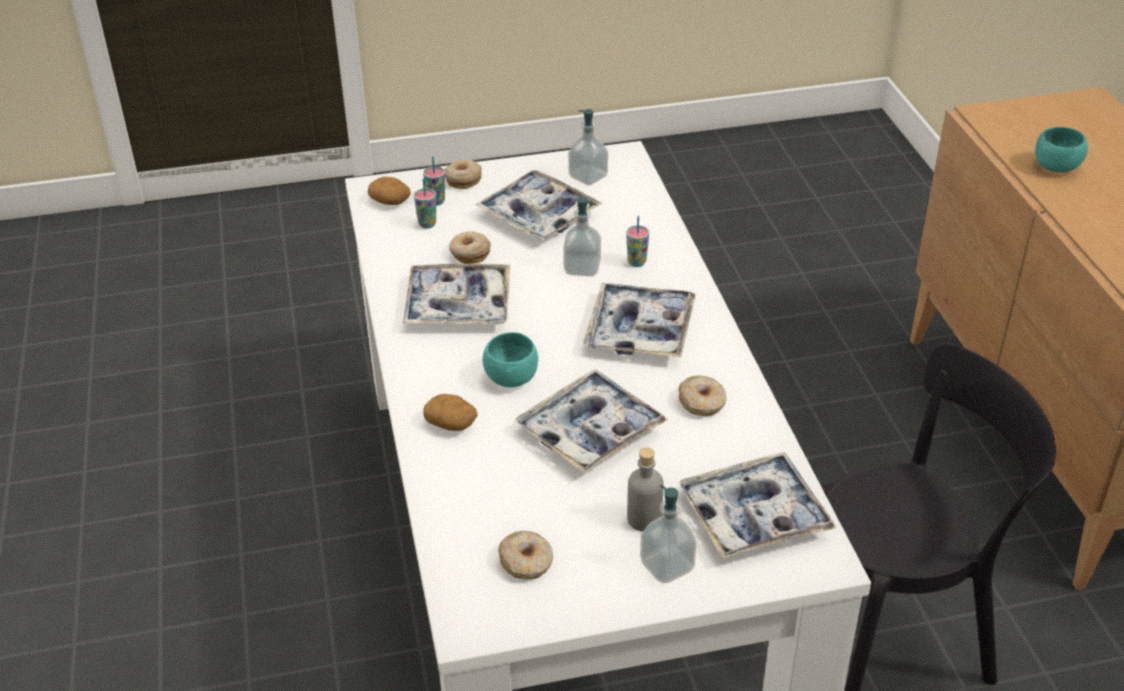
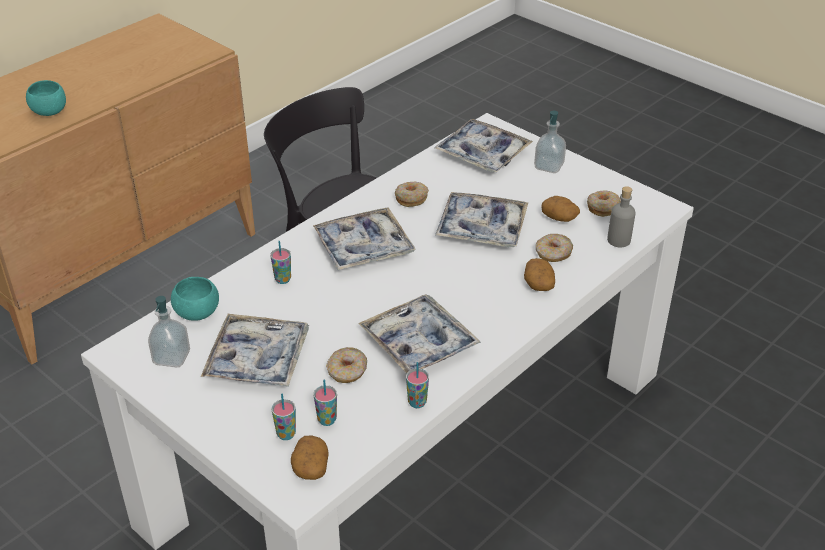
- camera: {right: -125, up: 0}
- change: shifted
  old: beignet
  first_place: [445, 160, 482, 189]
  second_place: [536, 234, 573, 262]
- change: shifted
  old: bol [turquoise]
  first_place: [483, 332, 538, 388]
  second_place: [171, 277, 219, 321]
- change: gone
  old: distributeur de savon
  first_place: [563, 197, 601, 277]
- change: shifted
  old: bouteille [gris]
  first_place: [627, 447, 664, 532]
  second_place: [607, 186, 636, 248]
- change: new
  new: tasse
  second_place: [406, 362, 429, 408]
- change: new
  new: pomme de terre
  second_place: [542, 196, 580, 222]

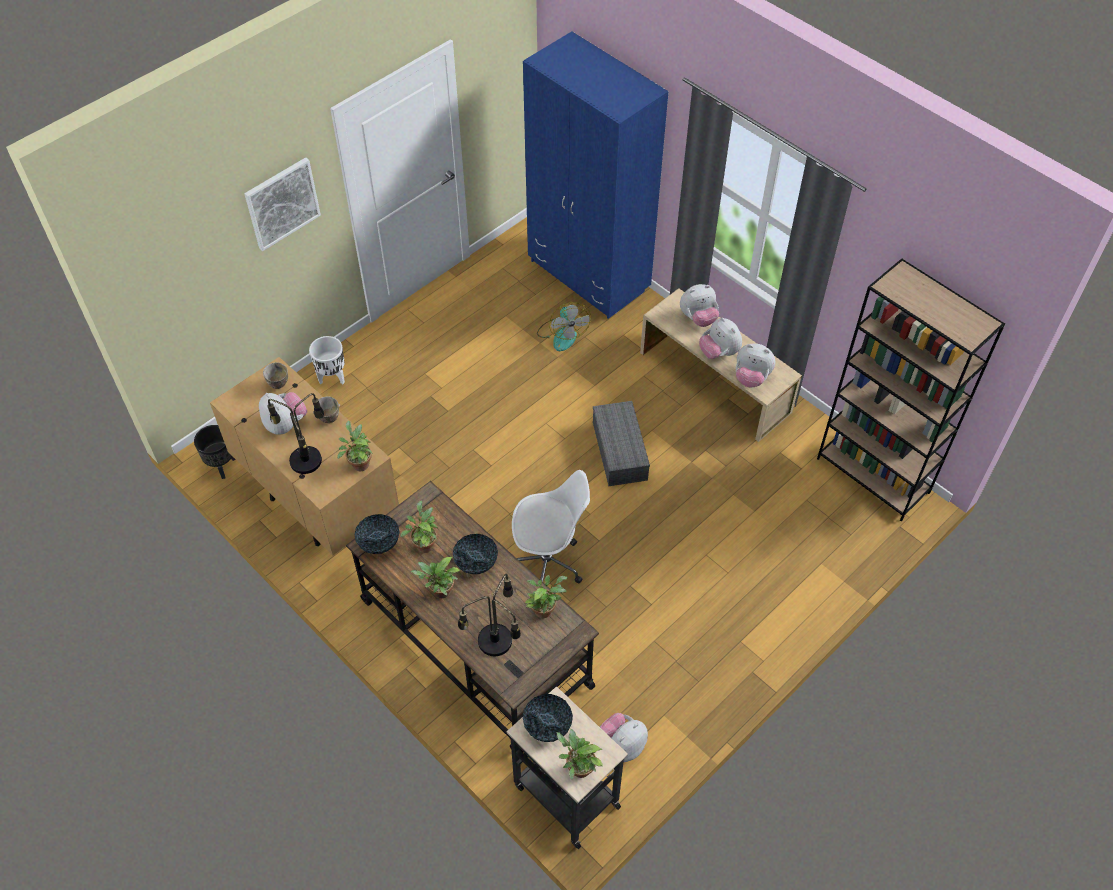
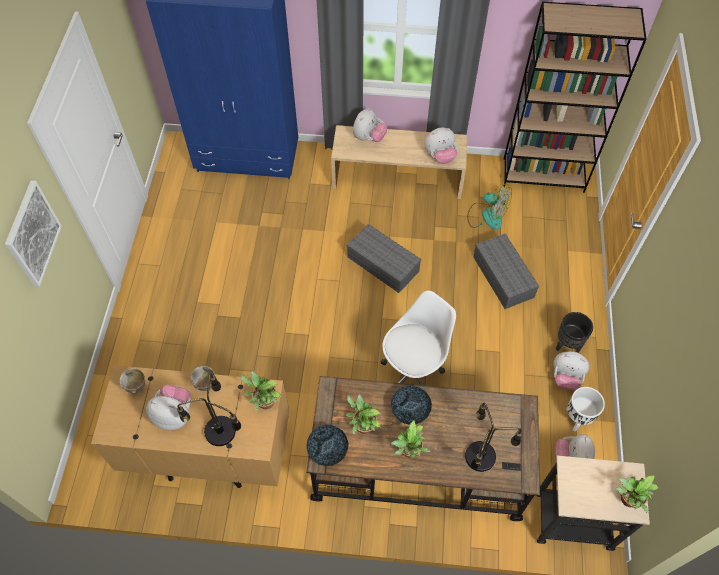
- camera: {right: -40, up: 5}
- change: shifted
  old: cache-pot [noir]
  first_place: [194, 425, 236, 479]
  second_place: [556, 312, 593, 353]
- change: shifted
  old: cache-pot [blanc]
  first_place: [309, 336, 345, 384]
  second_place: [566, 387, 605, 432]
- change: gone
  old: bol
  first_place: [523, 694, 573, 742]
- change: gone
  old: plante en pot
  first_place: [525, 575, 568, 618]
- change: shifted
  old: ventilateur
  first_place: [537, 302, 591, 351]
  second_place: [467, 184, 512, 230]
- change: shifted
  old: peluche
  first_place: [699, 318, 742, 359]
  second_place: [553, 351, 589, 390]
- change: new
  new: boîte de rangement [gris]
  second_place: [473, 234, 539, 309]

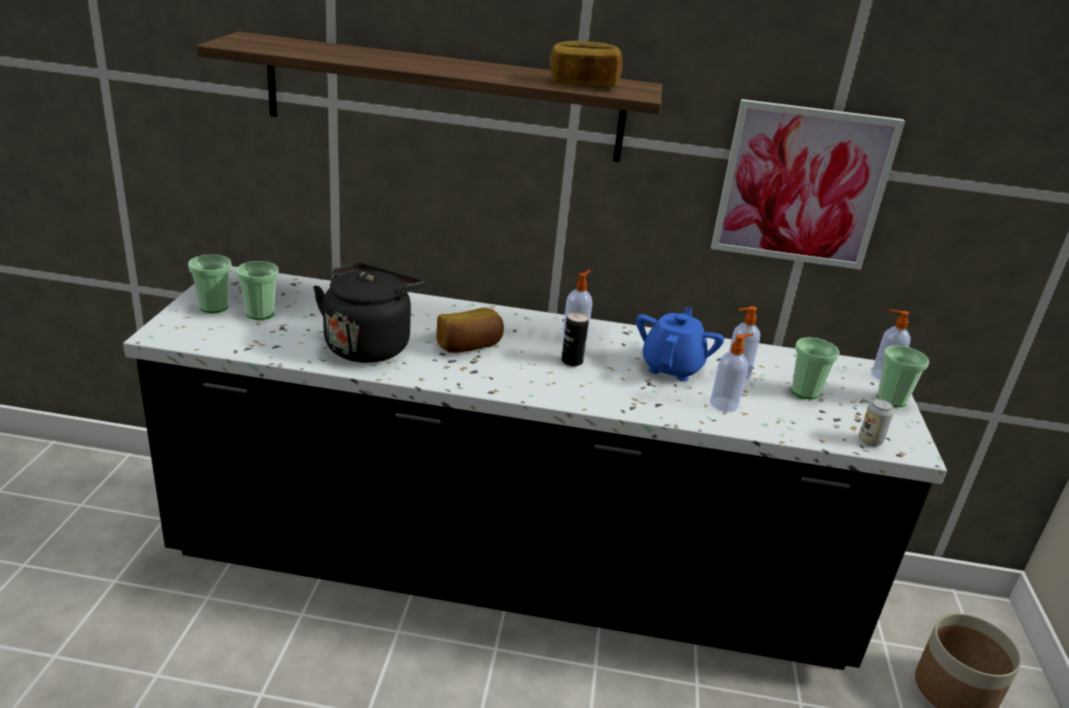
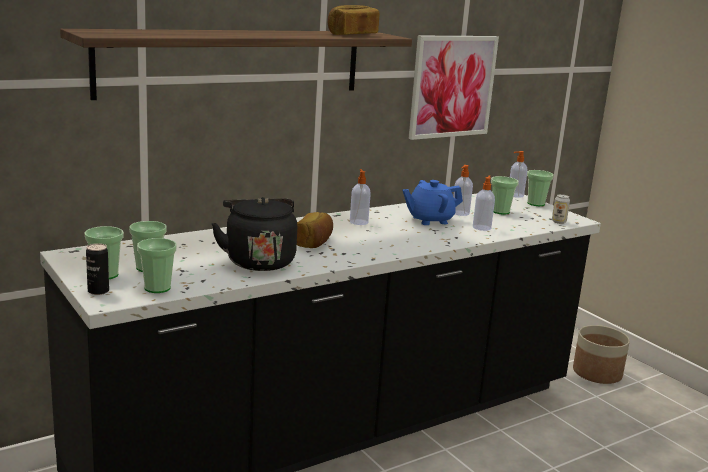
- camera: {right: -40, up: -10}
- change: shifted
  old: boîte métallique
  first_place: [561, 312, 589, 366]
  second_place: [86, 243, 109, 295]
- change: rotated
  old: théière [bleu]
  first_place: [636, 307, 724, 382]
  second_place: [402, 180, 463, 225]
  degrees: -90
- change: new
  new: tasse
  second_place: [137, 238, 177, 293]

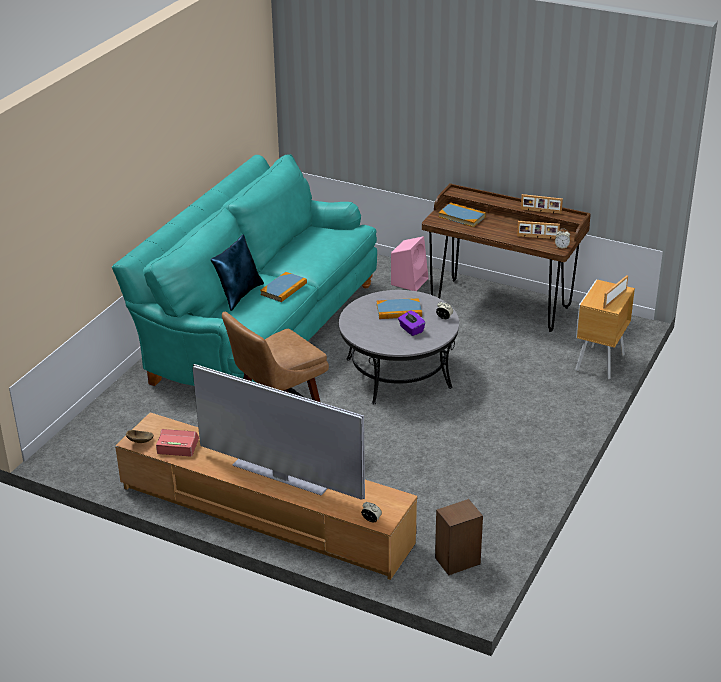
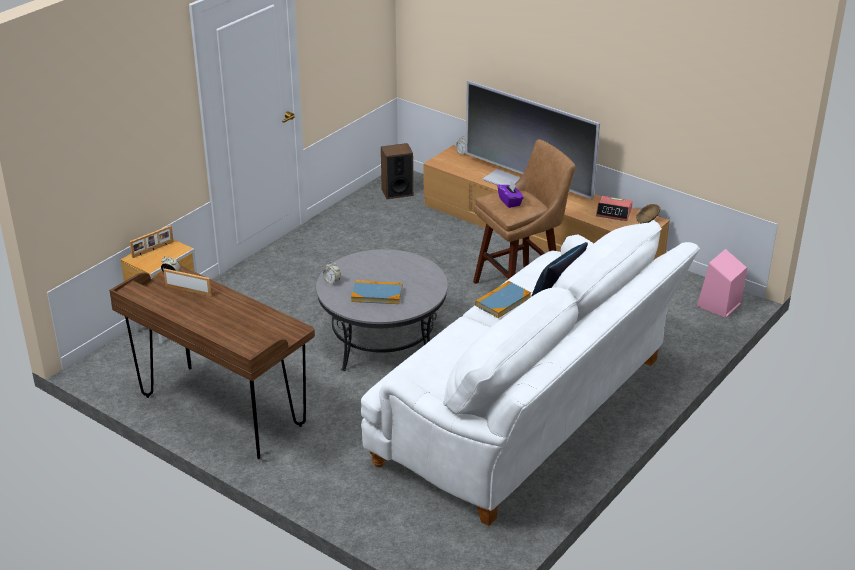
- camera: {right: -170, up: 0}
- change: repainted
  old: canapé [turquoise]
  new: canapé [blanc]
  first_place: [112, 154, 377, 386]
  second_place: [361, 220, 700, 526]
- change: shifted
  old: enceinte [rose]
  first_place: [391, 236, 428, 291]
  second_place: [697, 249, 747, 318]
- change: shifted
  old: boîte à mouchoirs [violet]
  first_place: [398, 310, 425, 336]
  second_place: [498, 181, 524, 208]
- change: gone
  old: livre
  first_place: [438, 202, 486, 227]
- change: gone
  old: cadre photo
  first_place: [521, 194, 563, 214]

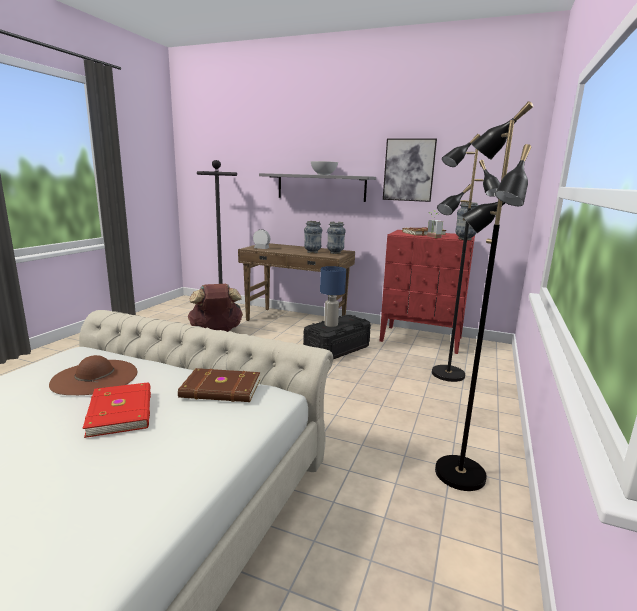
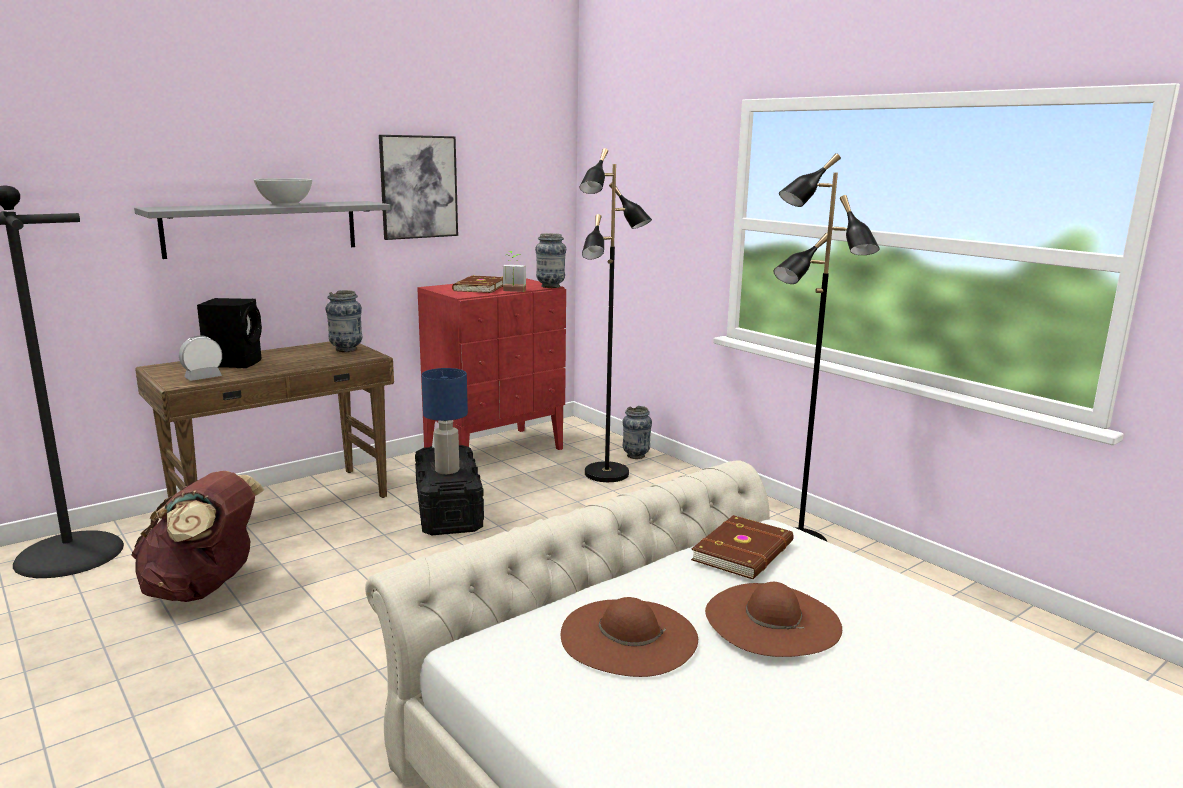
- camera: {right: -60, up: 0}
- change: swapped
  old: livre [rouge]
  new: chapeau [marron]
  first_place: [83, 382, 151, 438]
  second_place: [705, 582, 842, 657]
- change: shifted
  old: vase
  first_place: [304, 221, 322, 253]
  second_place: [622, 406, 652, 459]
- change: new
  new: enceinte [noir]
  second_place: [197, 298, 262, 368]

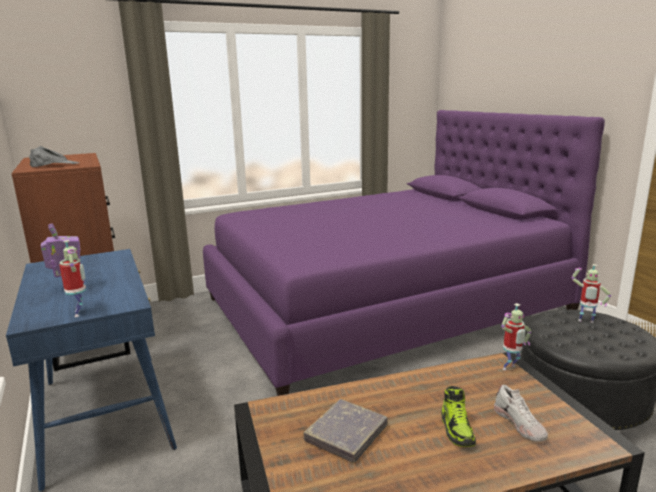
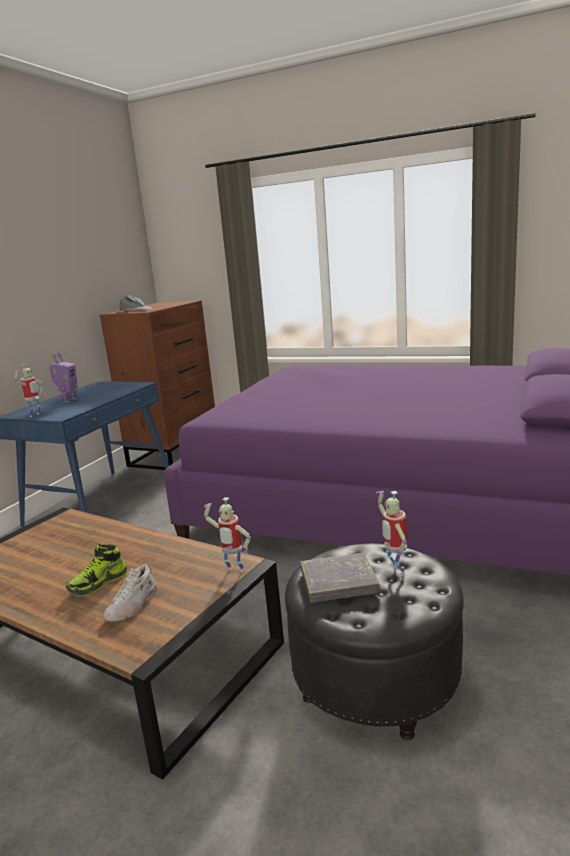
- camera: {right: 50, up: 0}
- change: shifted
  old: livre [gris]
  first_place: [303, 399, 388, 463]
  second_place: [300, 553, 380, 602]

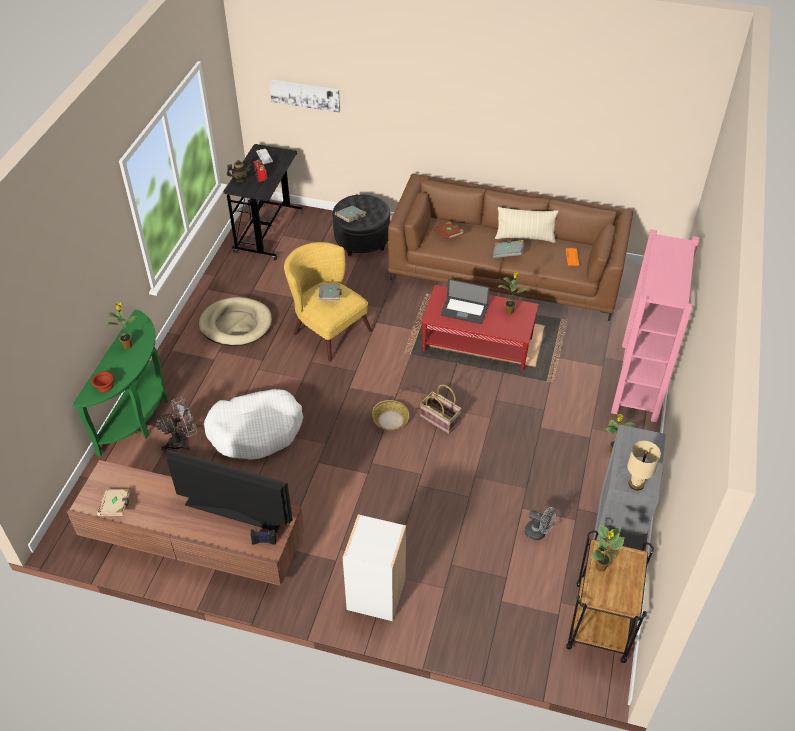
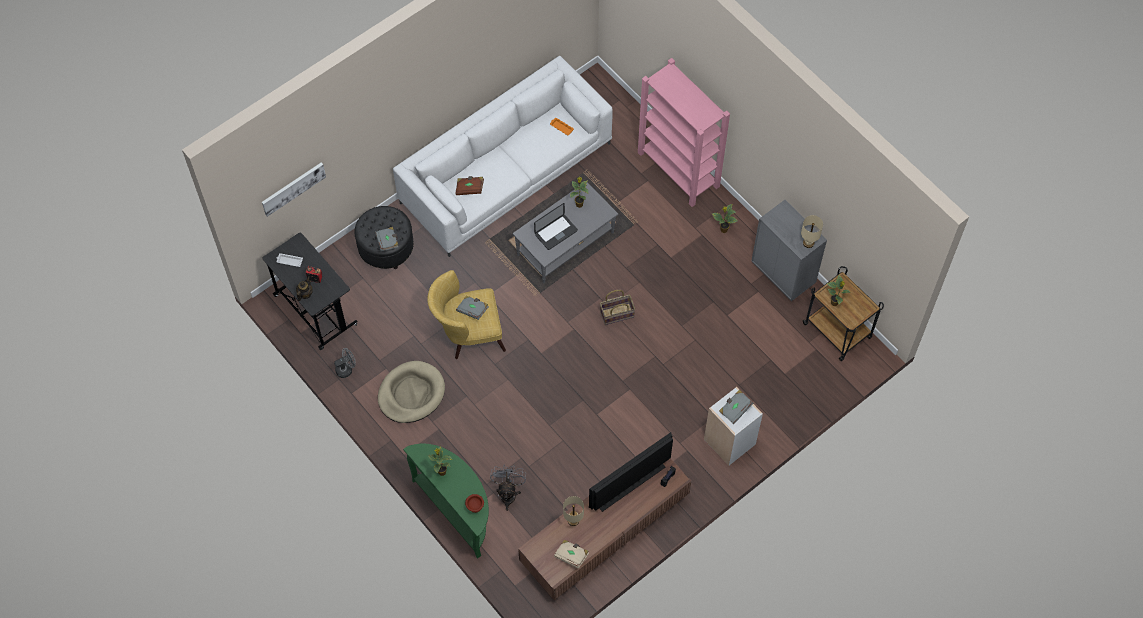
- camera: {right: -55, up: 15}
- change: gone
  old: panier pour chien [blanc]
  first_place: [204, 389, 303, 460]
- change: gone
  old: panier
  first_place: [372, 400, 409, 431]
- change: repainted
  old: canapé [marron]
  new: canapé [blanc]
  first_place: [388, 173, 633, 321]
  second_place: [393, 56, 613, 257]
- change: repainted
  old: table basse [rouge]
  new: table basse [gris]
  first_place: [421, 285, 539, 371]
  second_place: [512, 182, 618, 283]
- change: shifted
  old: livre [gris]
  first_place: [493, 240, 524, 258]
  second_place: [719, 390, 753, 424]
- change: gone
  old: coussin [beige]
  first_place: [495, 207, 559, 243]
- change: shifted
  old: ventilateur [gris]
  first_place: [525, 507, 556, 540]
  second_place: [334, 348, 356, 378]
- change: new
  new: lampe de table [beige]
  second_place: [563, 496, 584, 526]

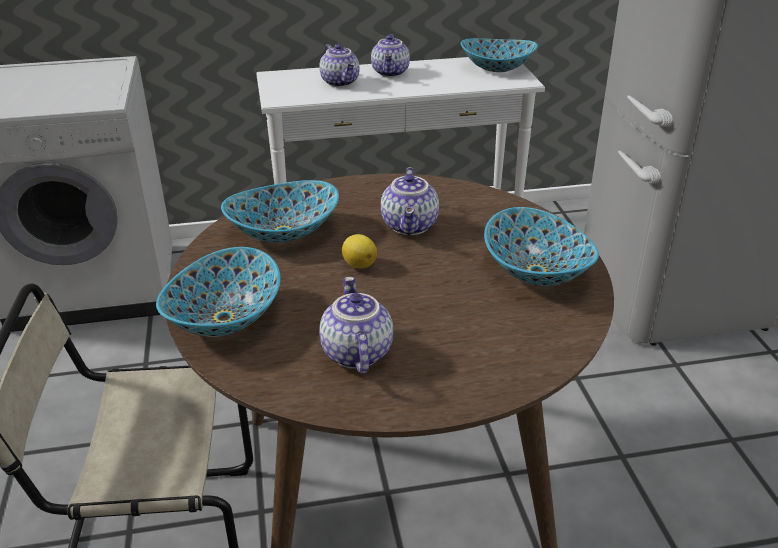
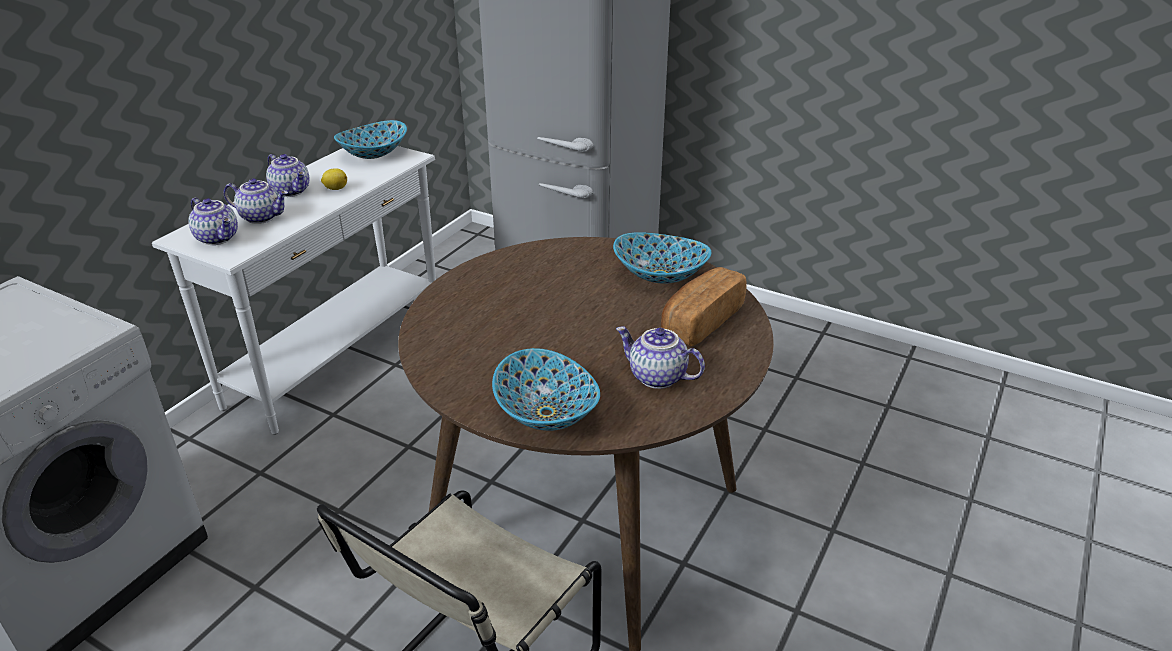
- camera: {right: -50, up: 0}
- change: gone
  old: bol
  first_place: [221, 180, 339, 243]
- change: shifted
  old: citron
  first_place: [342, 234, 377, 268]
  second_place: [321, 168, 347, 190]
- change: shifted
  old: théière
  first_place: [381, 167, 439, 235]
  second_place: [188, 198, 238, 245]
- change: new
  new: pain
  second_place: [661, 267, 747, 346]

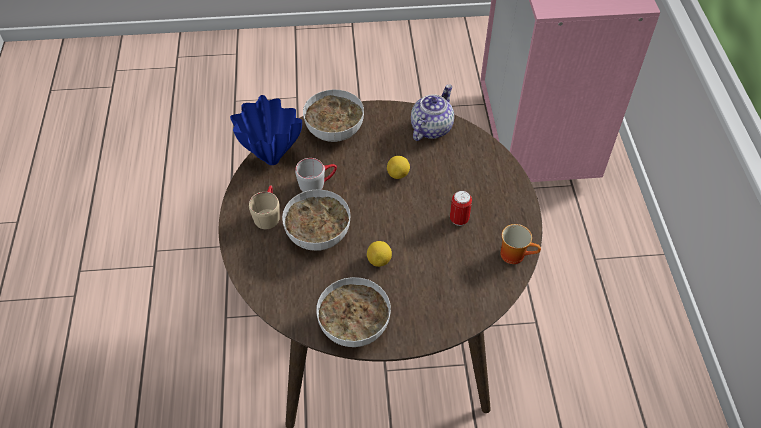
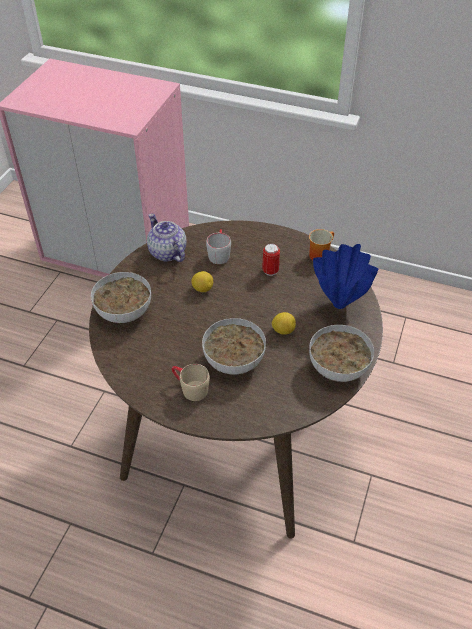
- camera: {right: -65, up: -5}
- change: shifted
  old: vase [bleu]
  first_place: [230, 95, 302, 165]
  second_place: [313, 244, 379, 309]
- change: shifted
  old: mug [gris]
  first_place: [295, 158, 337, 192]
  second_place: [206, 229, 231, 264]

